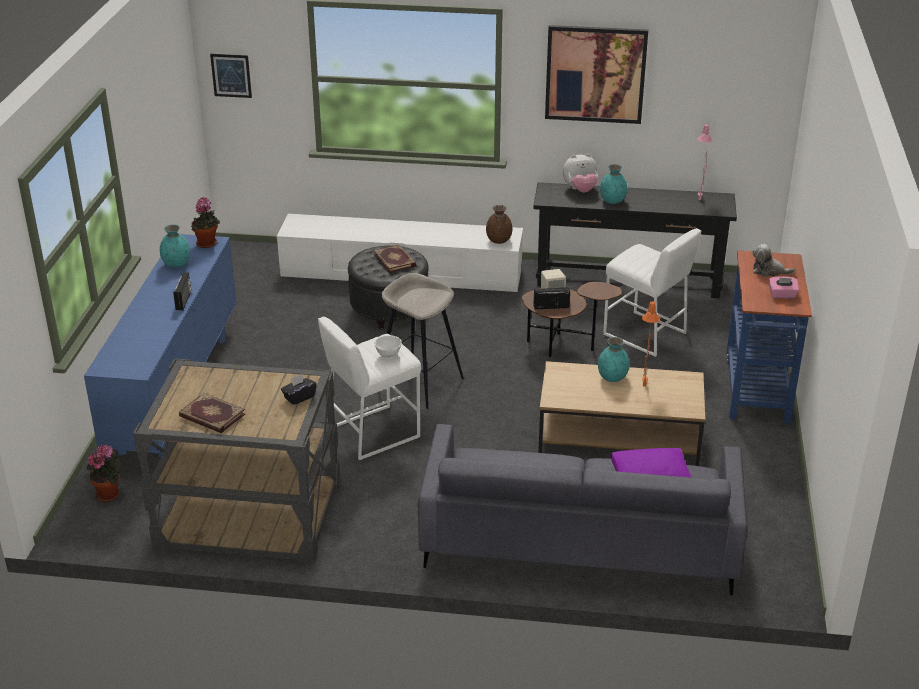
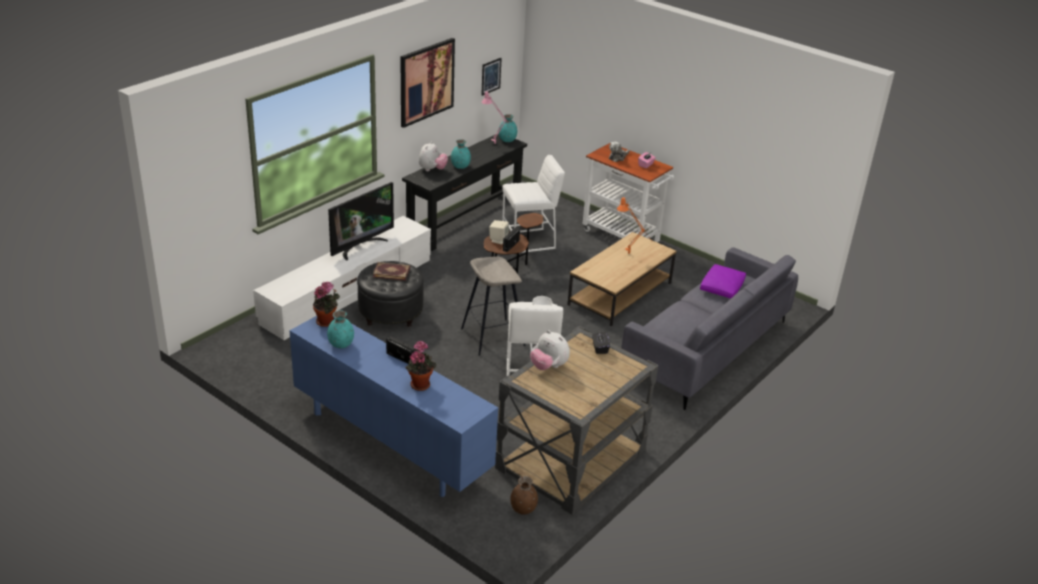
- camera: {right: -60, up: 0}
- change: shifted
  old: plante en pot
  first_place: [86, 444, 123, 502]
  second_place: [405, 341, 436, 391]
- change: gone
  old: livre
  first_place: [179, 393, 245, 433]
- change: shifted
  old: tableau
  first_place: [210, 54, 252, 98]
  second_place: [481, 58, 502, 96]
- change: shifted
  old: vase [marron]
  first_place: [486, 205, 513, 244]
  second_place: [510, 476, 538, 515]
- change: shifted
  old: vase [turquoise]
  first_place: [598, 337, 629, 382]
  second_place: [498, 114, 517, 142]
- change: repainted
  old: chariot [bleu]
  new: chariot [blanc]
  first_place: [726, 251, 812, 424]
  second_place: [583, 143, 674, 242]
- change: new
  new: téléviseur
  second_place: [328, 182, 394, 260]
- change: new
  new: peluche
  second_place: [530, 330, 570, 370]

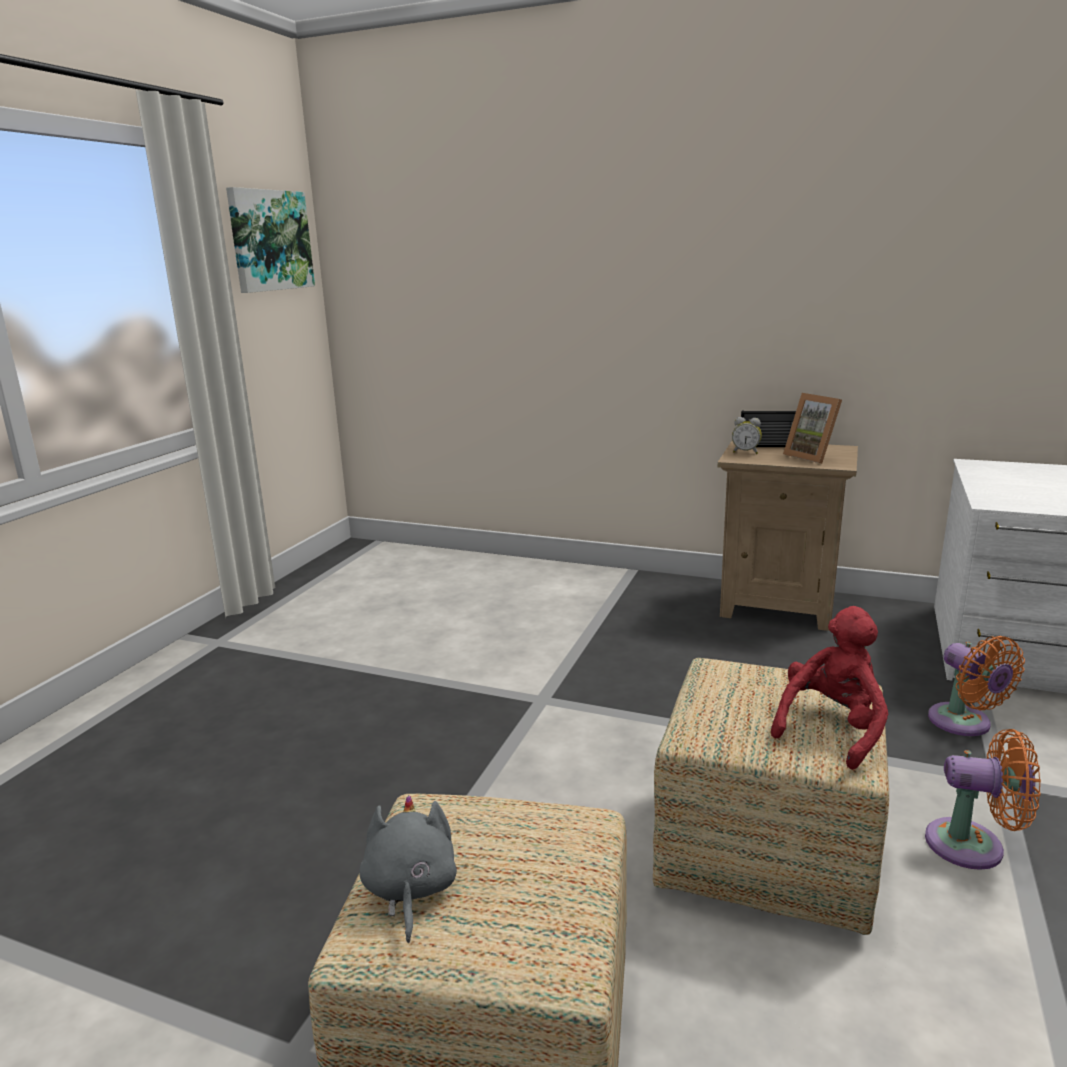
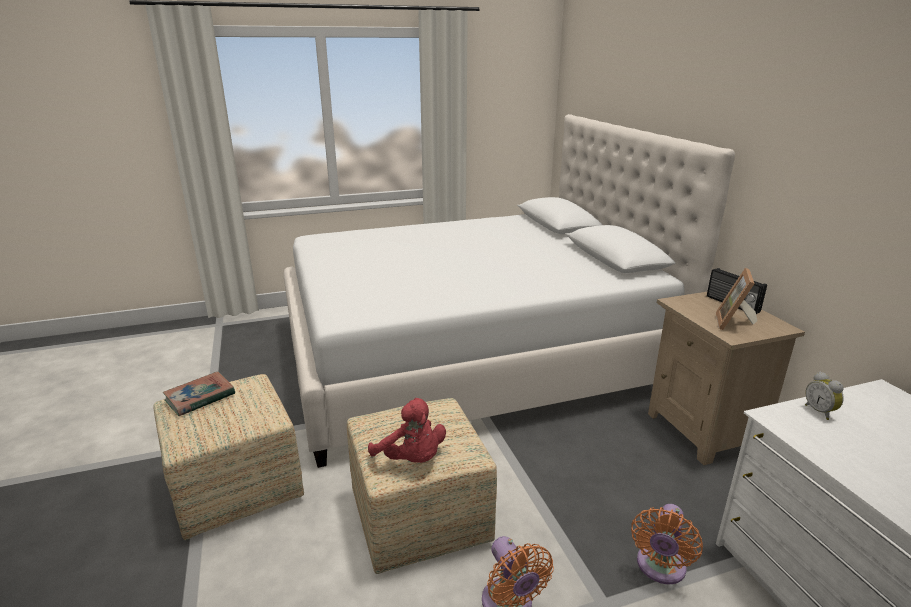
- camera: {right: 50, up: 5}
- change: gone
  old: tableau
  first_place: [226, 187, 315, 293]
- change: swapped
  old: peluche [gris]
  new: livre
  first_place: [360, 795, 457, 943]
  second_place: [163, 371, 235, 416]
- change: shifted
  old: réveil
  first_place: [732, 417, 762, 454]
  second_place: [805, 372, 844, 420]
- change: rotated
  old: peluche [rouge]
  first_place: [771, 606, 888, 770]
  second_place: [368, 398, 446, 463]
  degrees: 45
- change: new
  new: lit [blanc]
  second_place: [283, 114, 735, 468]

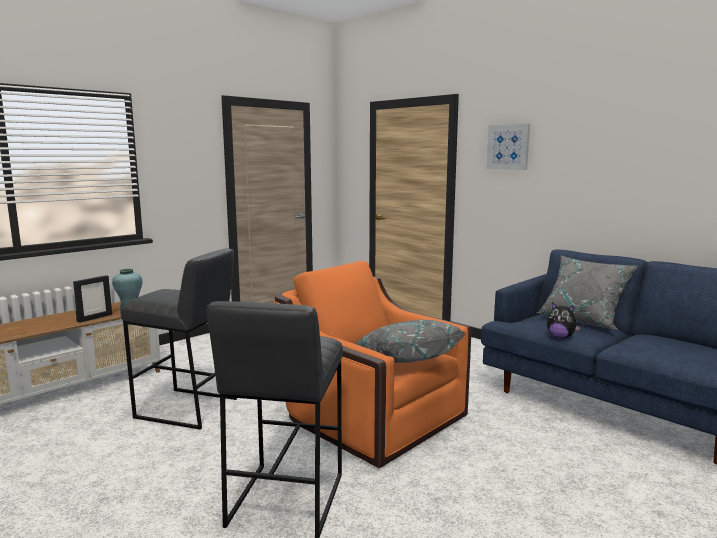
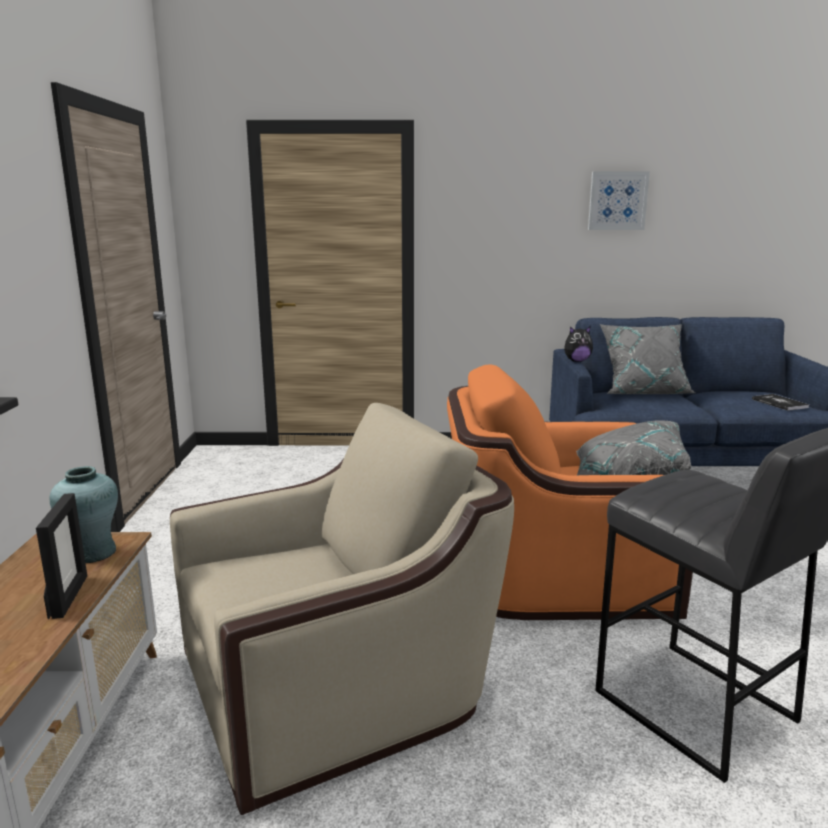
- camera: {right: -45, up: 5}
- change: swapped
  old: tabouret [gris]
  new: fauteuil [beige]
  first_place: [120, 248, 237, 430]
  second_place: [170, 403, 514, 815]
- change: shifted
  old: tableau
  first_place: [486, 124, 530, 170]
  second_place: [588, 171, 650, 230]
- change: shifted
  old: peluche
  first_place: [547, 302, 580, 338]
  second_place: [564, 326, 593, 362]
- change: new
  new: livre
  second_place: [752, 394, 809, 411]

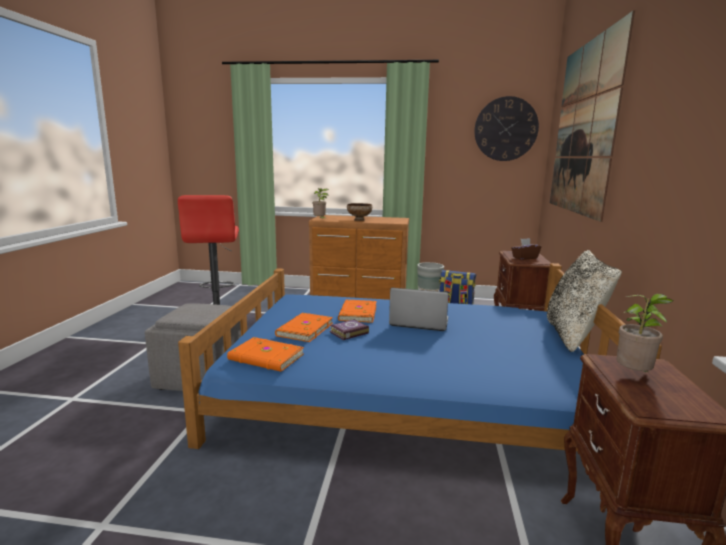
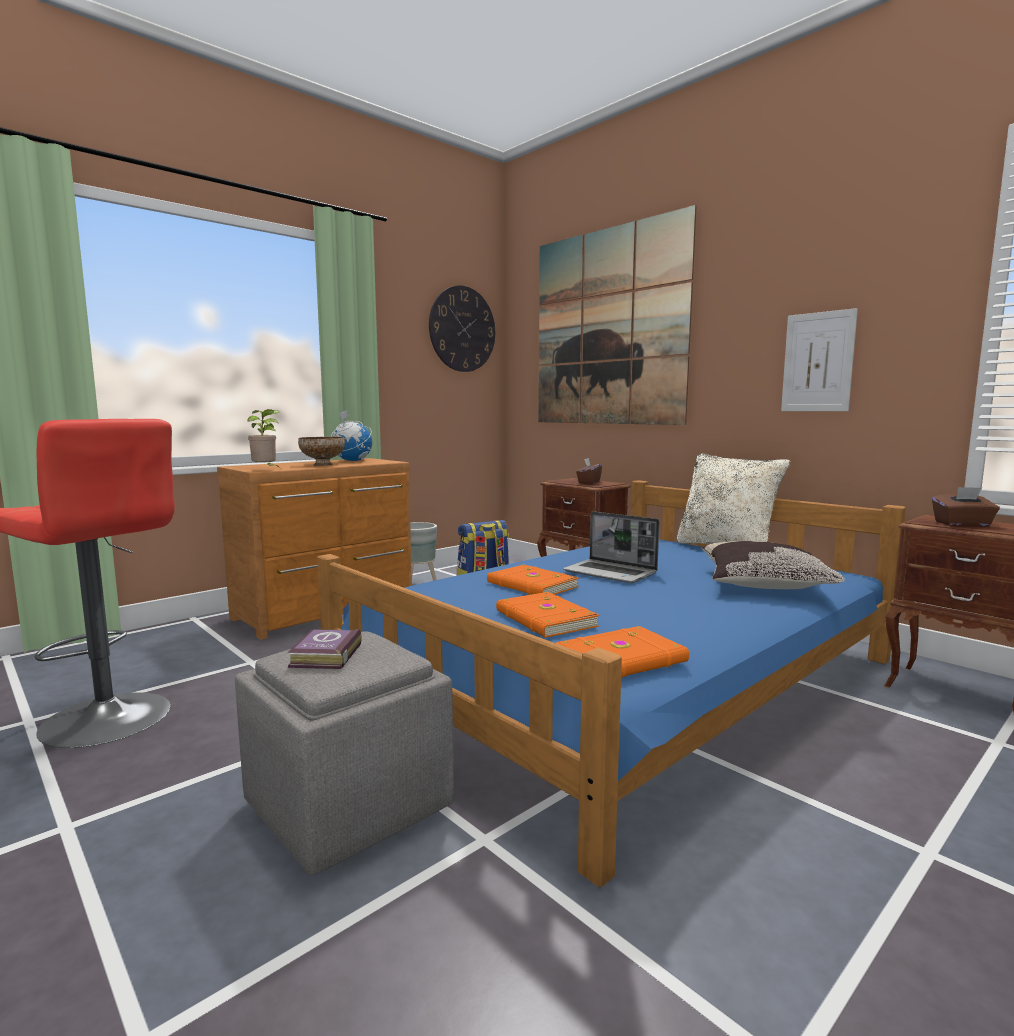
- camera: {right: -50, up: -5}
- change: shifted
  old: livre
  first_place: [330, 319, 369, 340]
  second_place: [287, 629, 362, 669]
- change: rotated
  old: ordinateur portable
  first_place: [389, 288, 449, 331]
  second_place: [563, 511, 660, 583]
  degrees: -105
- change: swapped
  old: plante en pot
  new: boîte à mouchoirs [marron]
  first_place: [616, 294, 674, 372]
  second_place: [932, 487, 1000, 526]
- change: new
  new: globe
  second_place: [331, 409, 372, 461]
- change: new
  new: coussin
  second_place: [702, 541, 845, 589]
- change: new
  new: tableau
  second_place: [781, 308, 858, 411]

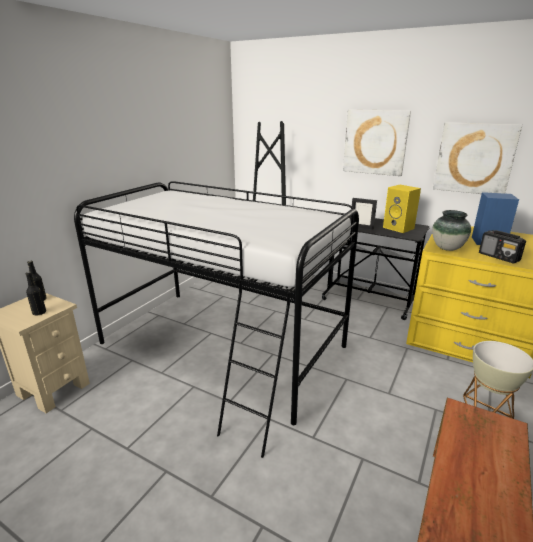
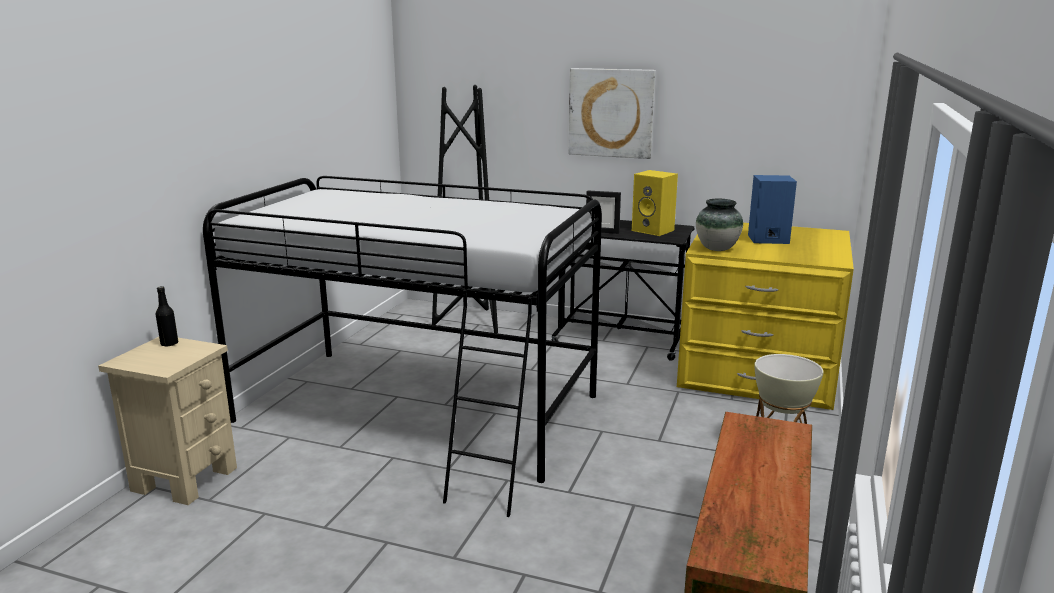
- camera: {right: -10, up: -5}
- change: gone
  old: bouteille [noir]
  first_place: [26, 272, 46, 316]
- change: gone
  old: tableau
  first_place: [433, 122, 522, 194]
- change: gone
  old: radio
  first_place: [479, 230, 526, 263]

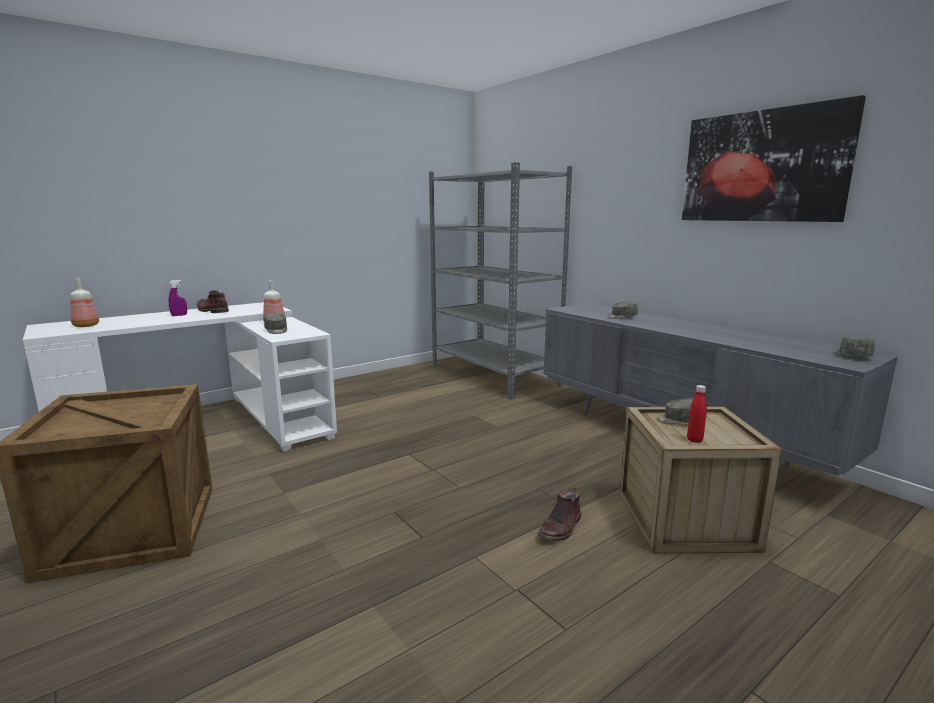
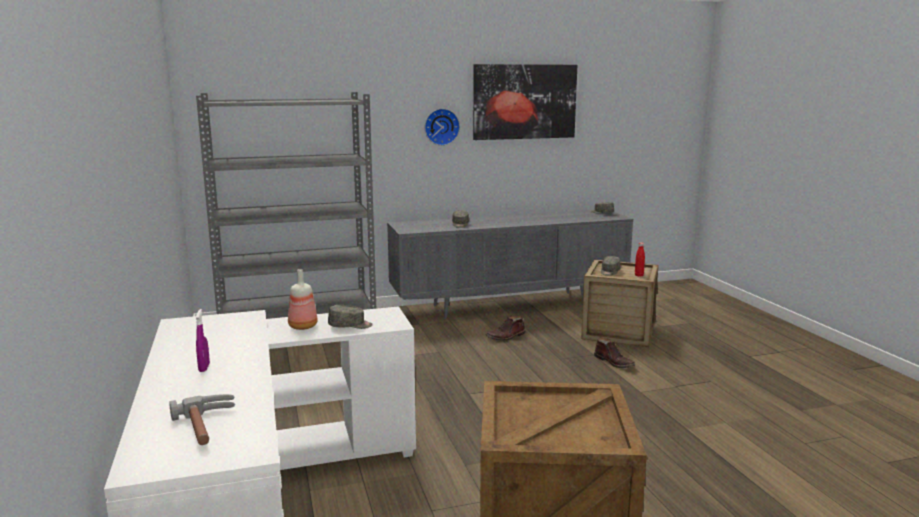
- camera: {right: -70, up: 0}
- change: swapped
  old: bouteille
  new: marteau
  first_place: [70, 279, 99, 327]
  second_place: [169, 394, 235, 445]
- change: shifted
  old: botte [marron]
  first_place: [197, 290, 229, 313]
  second_place: [486, 316, 526, 341]
- change: new
  new: horloge murale
  second_place: [425, 108, 460, 146]

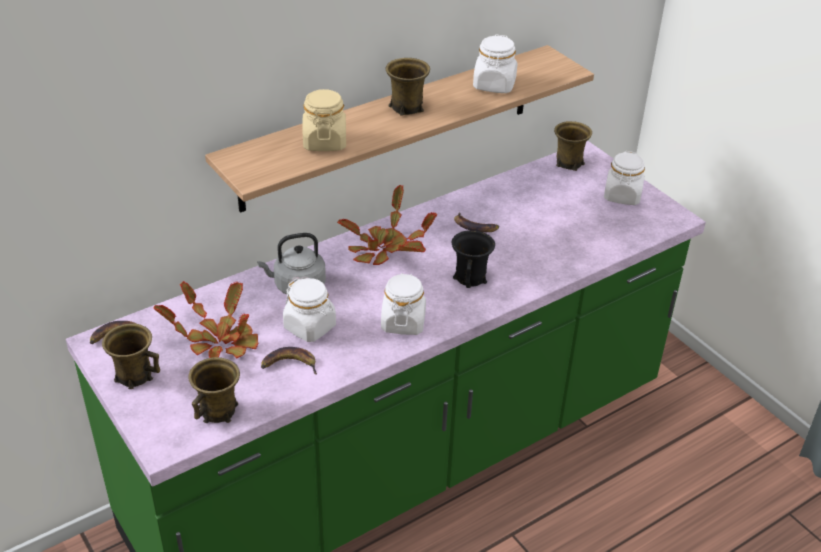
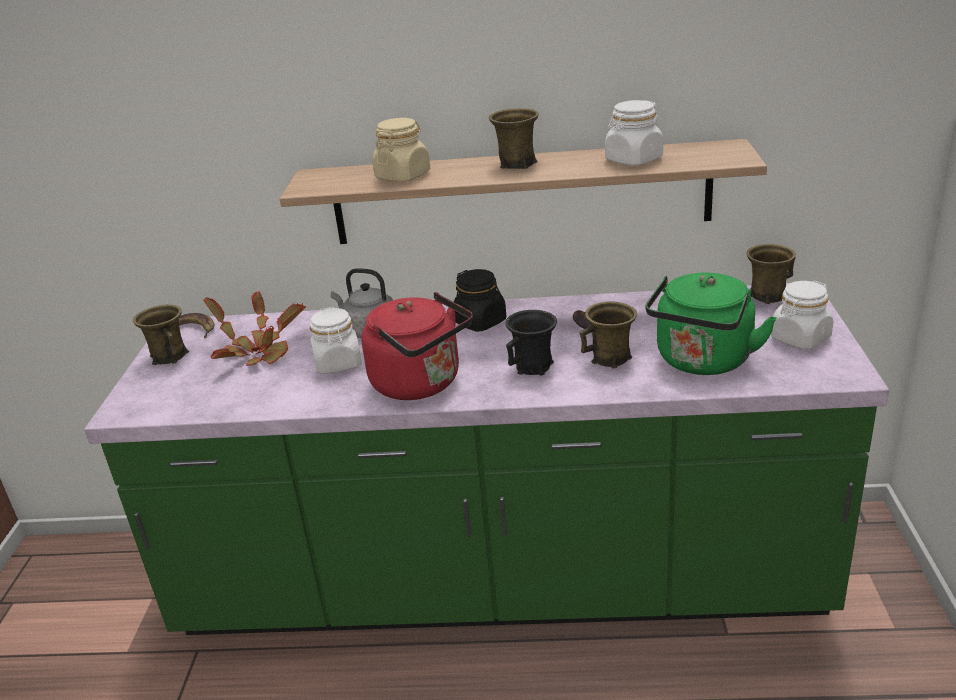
- camera: {right: 40, up: -10}
- change: shifted
  old: mug [marron]
  first_place: [189, 357, 240, 423]
  second_place: [580, 301, 637, 368]
- change: gone
  old: banane
  first_place: [261, 347, 317, 375]
- change: swapped
  old: plante en pot
  new: bocal [noir]
  first_place: [337, 185, 438, 265]
  second_place: [454, 269, 506, 332]
- change: swapped
  old: bocal [blanc]
  new: bouilloire [rouge]
  first_place: [381, 273, 426, 335]
  second_place: [361, 292, 473, 400]
- change: new
  new: bouilloire [vert]
  second_place: [645, 272, 776, 375]

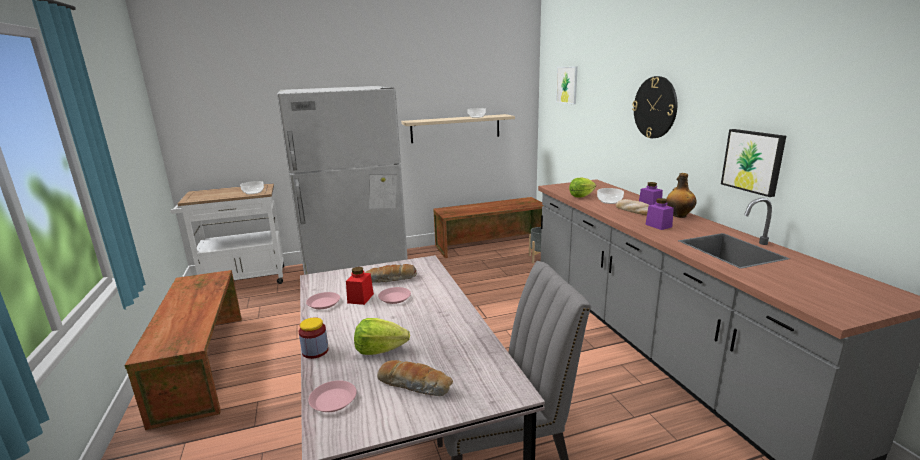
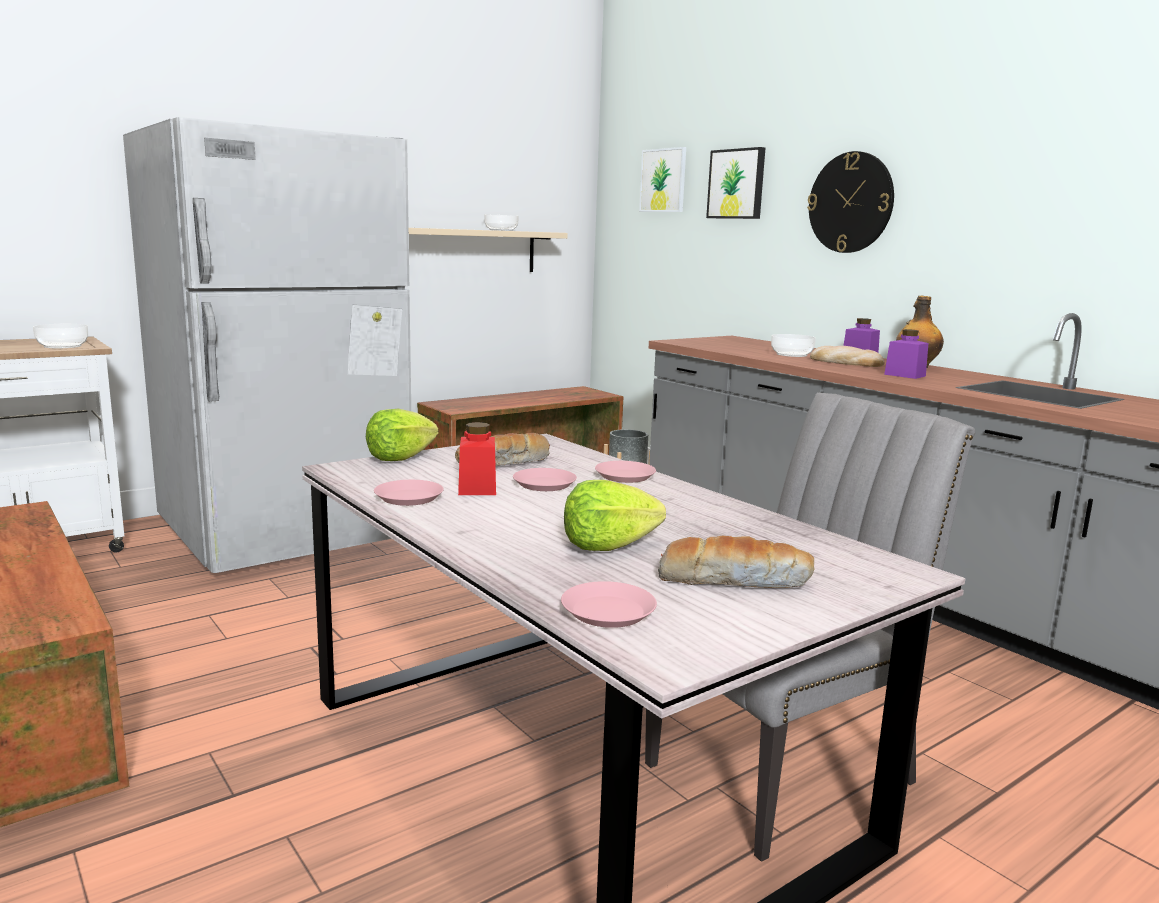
- camera: {right: -20, up: -5}
- change: gone
  old: bocal
  first_place: [299, 317, 329, 359]
- change: shifted
  old: laitue
  first_place: [569, 178, 596, 197]
  second_place: [366, 409, 438, 461]
- change: shifted
  old: tableau
  first_place: [721, 129, 786, 197]
  second_place: [706, 147, 765, 219]
- change: new
  new: assiette [rose]
  second_place: [595, 461, 656, 483]

